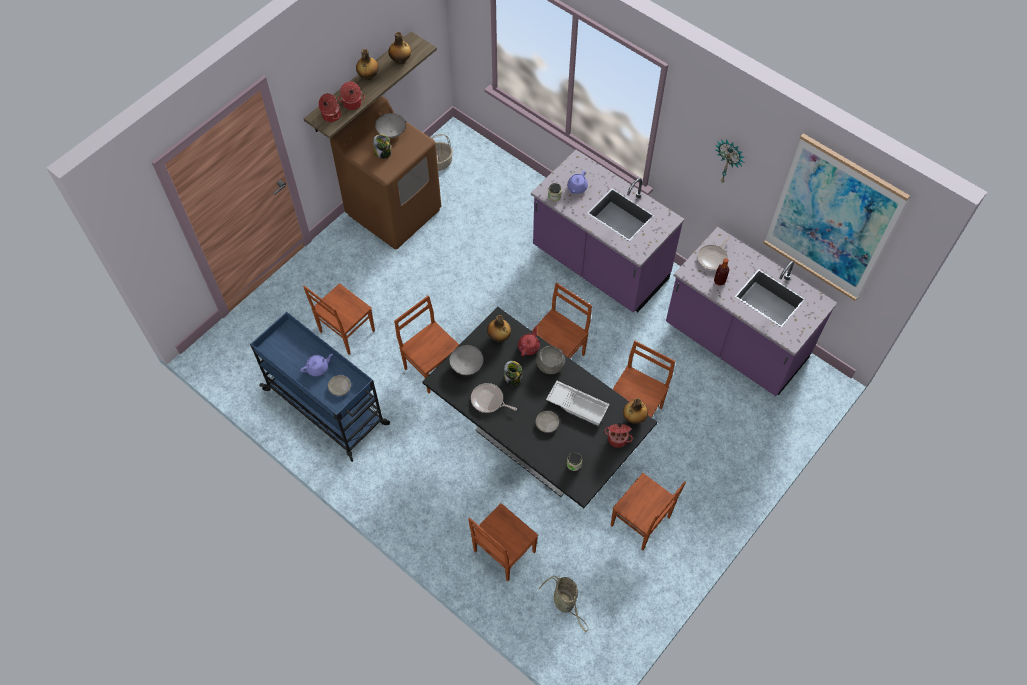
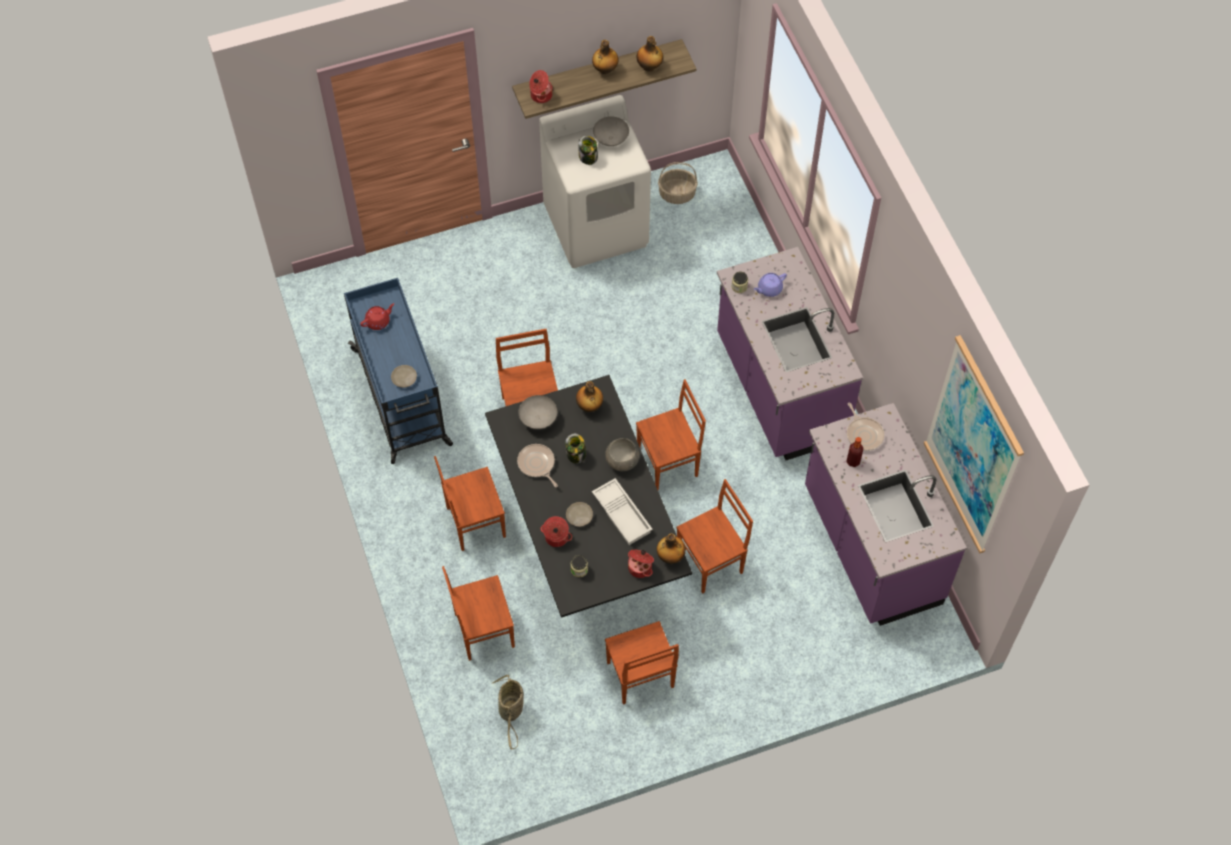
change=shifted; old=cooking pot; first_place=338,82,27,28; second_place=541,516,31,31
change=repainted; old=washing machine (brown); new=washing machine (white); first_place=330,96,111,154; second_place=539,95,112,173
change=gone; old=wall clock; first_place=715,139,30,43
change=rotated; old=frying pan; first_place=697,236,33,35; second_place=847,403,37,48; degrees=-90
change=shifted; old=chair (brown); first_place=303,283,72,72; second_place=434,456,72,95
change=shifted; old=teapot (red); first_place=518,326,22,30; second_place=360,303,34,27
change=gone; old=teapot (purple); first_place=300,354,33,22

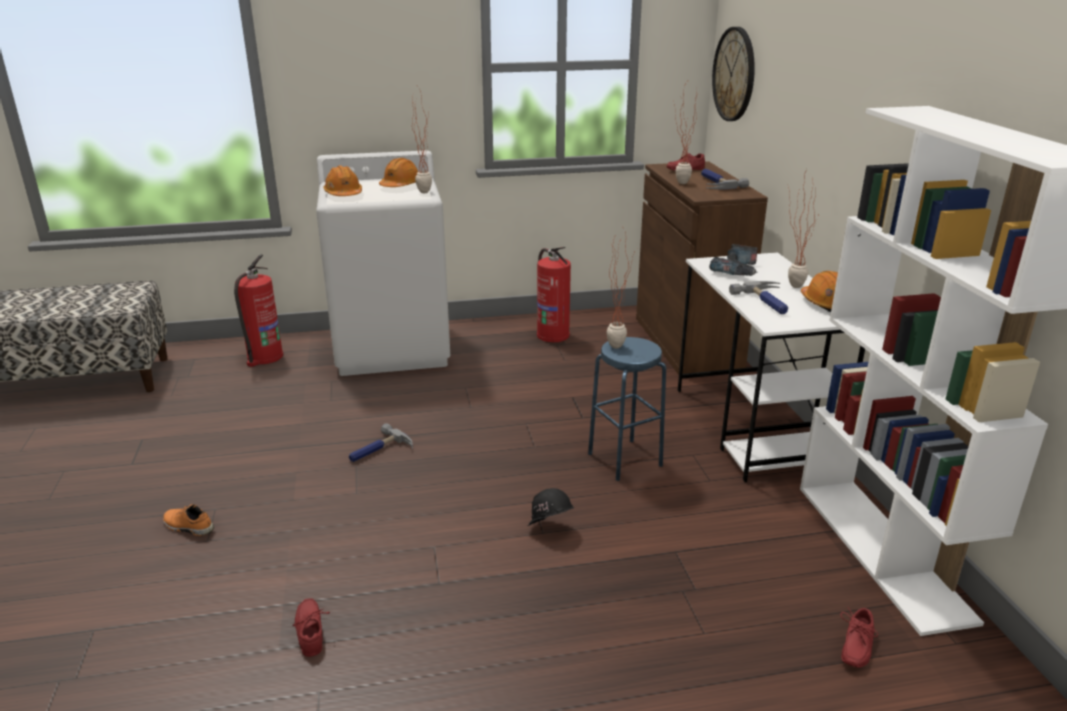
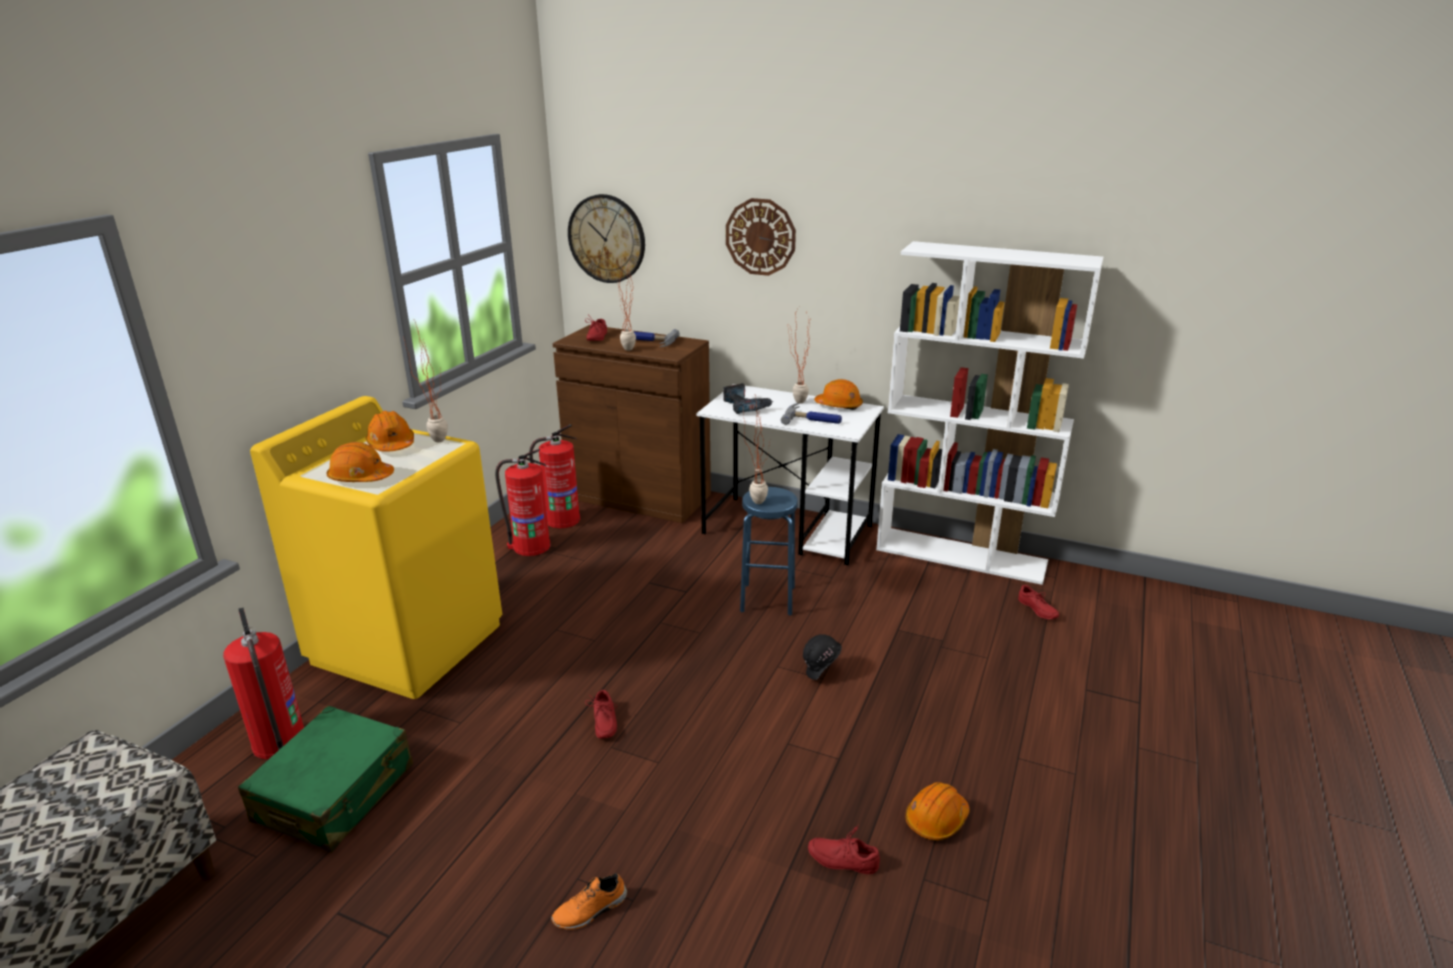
change=repainted; old=washing machine (white); new=washing machine (yellow); first_place=316,150,134,226; second_place=250,396,252,303
change=swapped; old=hammer; new=shoe (red); first_place=349,424,64,38; second_place=585,690,32,49
change=new; new=wall clock; second_place=726,198,70,78
change=new; new=fire extinguisher; second_place=529,424,51,104
change=new; new=suitcase (green); second_place=238,706,175,146
change=new; new=hard hat (orange); second_place=906,782,64,58

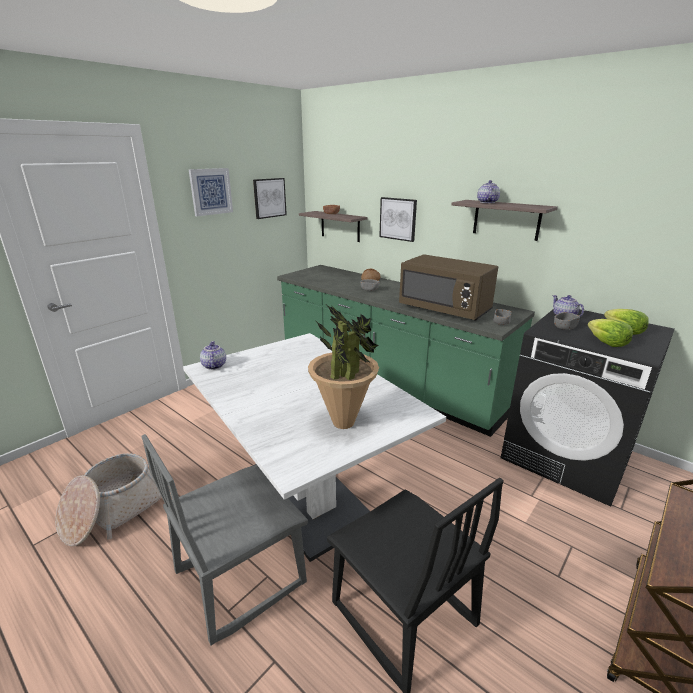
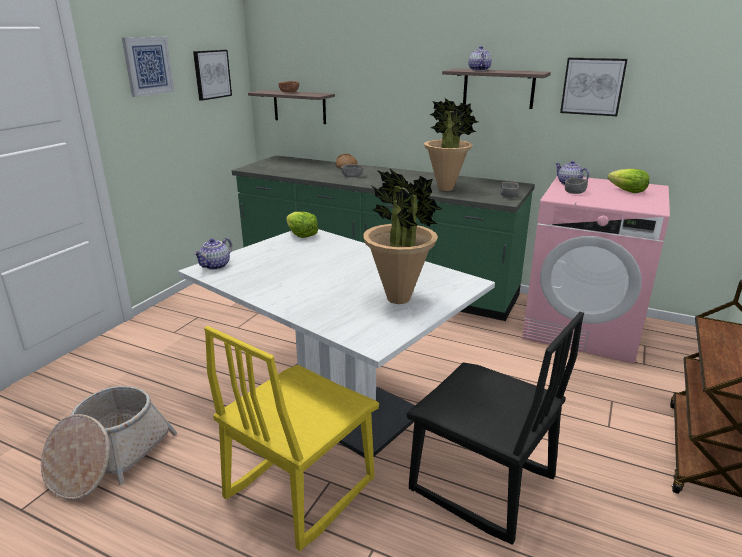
change=shifted; old=picture; first_place=379,197,38,45; second_place=560,58,68,58
change=swapped; old=microwave (brown); new=potted plant; first_place=399,254,99,66; second_place=424,98,54,93
change=repainted; old=washing machine (black); new=washing machine (pink); first_place=501,310,174,196; second_place=522,176,148,188
change=shifted; old=lettuce; first_place=588,319,45,28; second_place=287,212,31,26
change=rotated; old=teapot; first_place=200,341,26,29; second_place=193,238,39,32; degrees=-120
change=repainted; old=chair (grey); new=chair (yellow); first_place=141,434,167,212; second_place=204,326,175,225

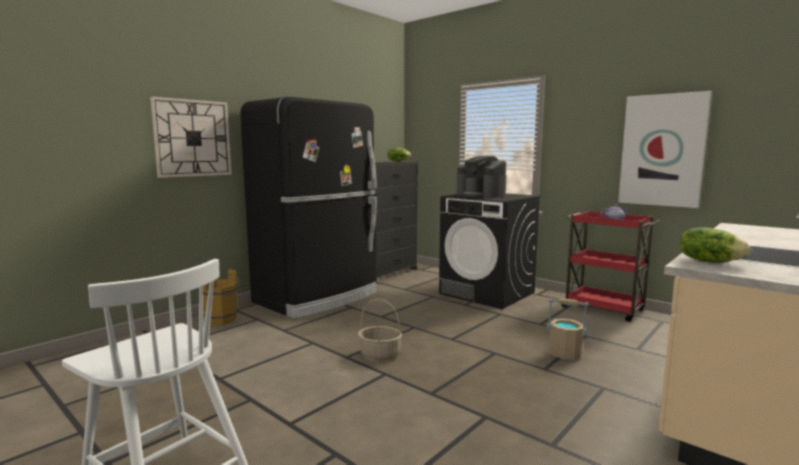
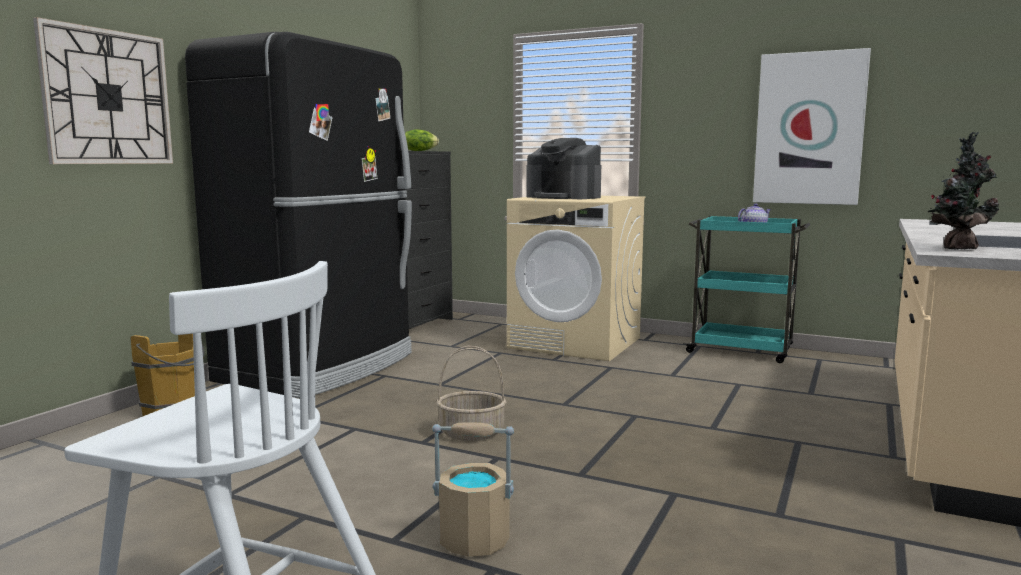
change=repainted; old=washing machine (black); new=washing machine (beige); first_place=439,193,102,116; second_place=507,196,138,165
change=repainted; old=cart (red); new=cart (turquoise); first_place=562,211,98,111; second_place=683,216,127,147
change=swapped; old=lettuce; new=potted plant; first_place=680,227,70,36; second_place=928,132,71,118
change=shifted; old=bucket (beige); first_place=547,298,42,62; second_place=432,422,82,135

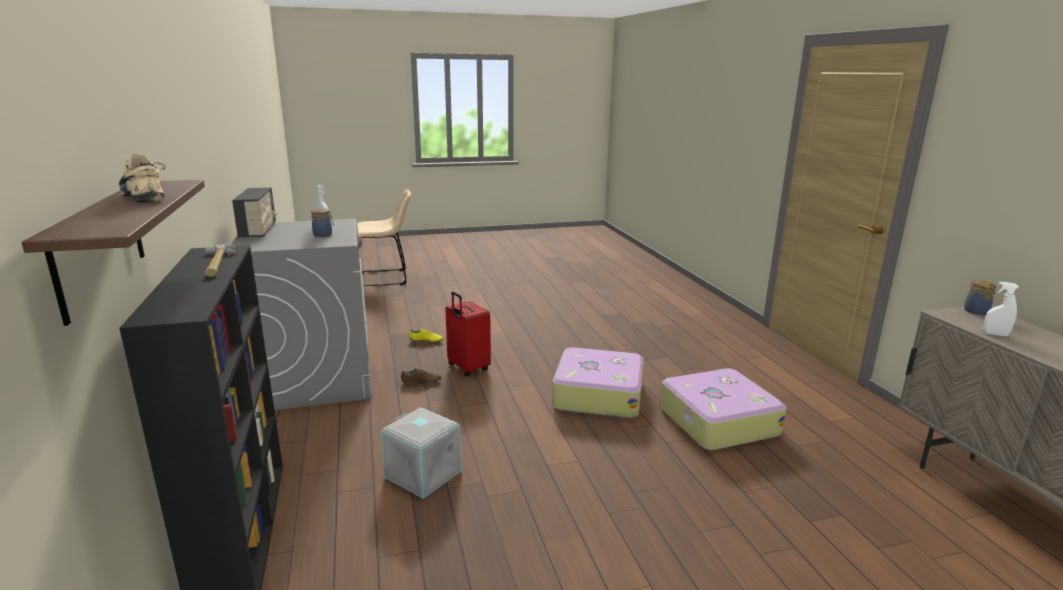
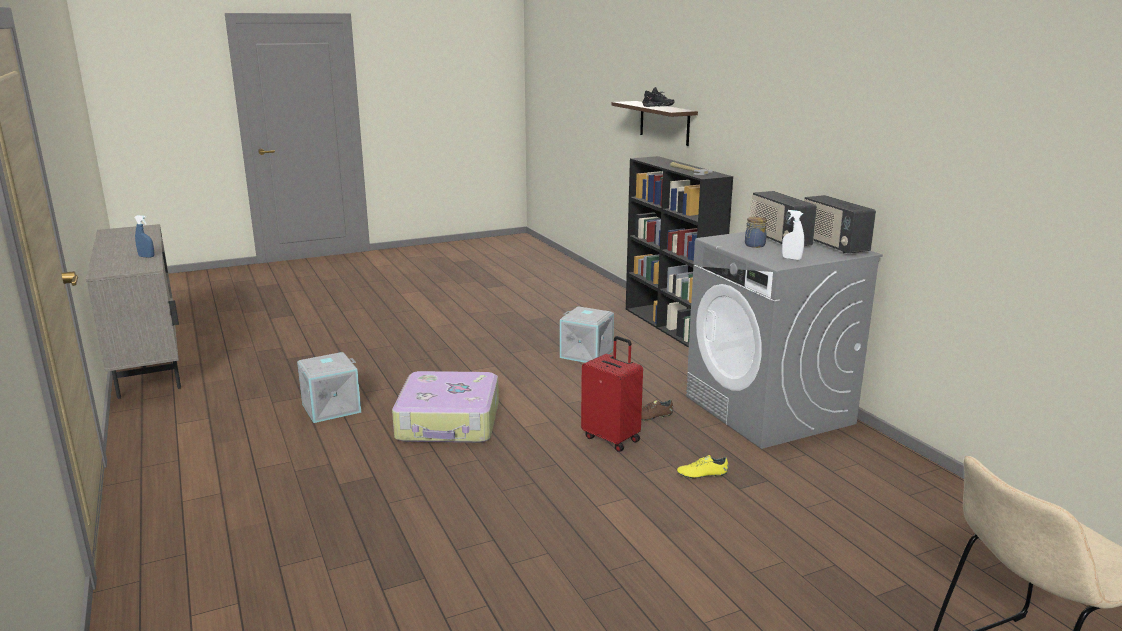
change=repainted; old=shoe (beige); new=shoe (black); first_place=119,154,47,49; second_place=642,87,33,20
change=gone; old=jar; first_place=964,281,32,34
change=repainted; old=spray bottle (white); new=spray bottle (blue); first_place=983,282,36,55; second_place=134,215,20,43
change=swapped; old=suitcase; new=storage box (grey); first_place=660,368,127,82; second_place=297,352,64,71
change=new; new=radio; second_place=750,191,67,55

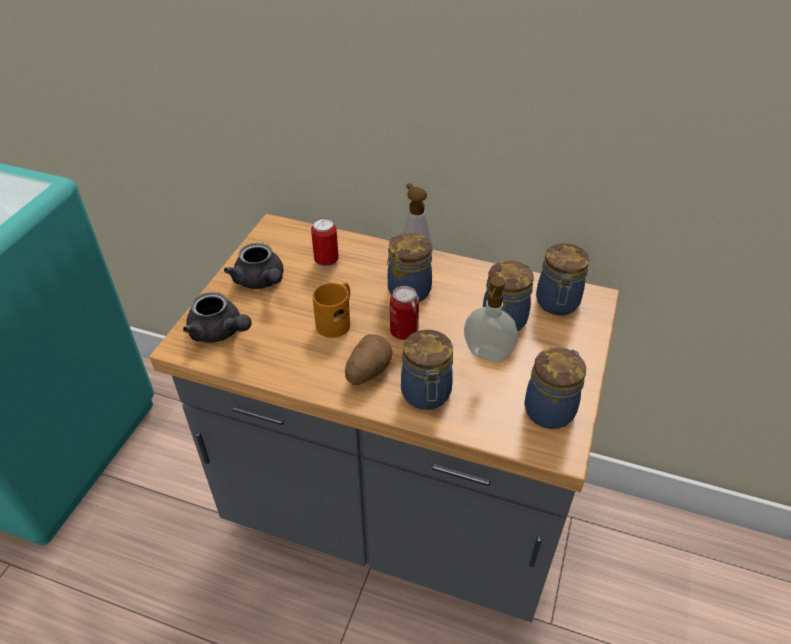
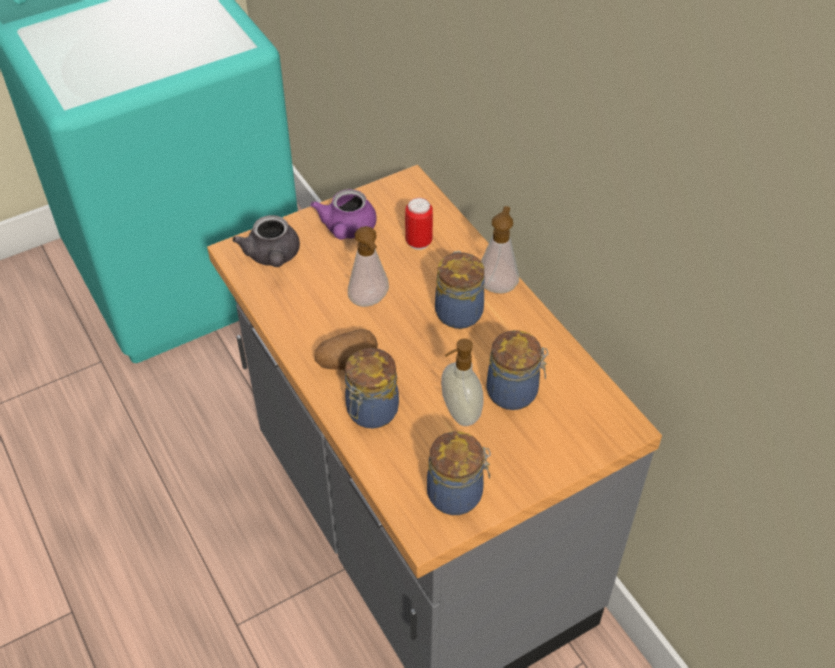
change=repainted; old=teapot (grey); new=teapot (purple); first_place=224,243,59,46; second_place=310,189,67,51
change=gone; old=jar; first_place=536,243,54,72
change=swapped; old=mug (orange); new=soap dispenser; first_place=312,282,38,56; second_place=348,226,41,81
change=gone; old=can; first_place=390,286,29,54

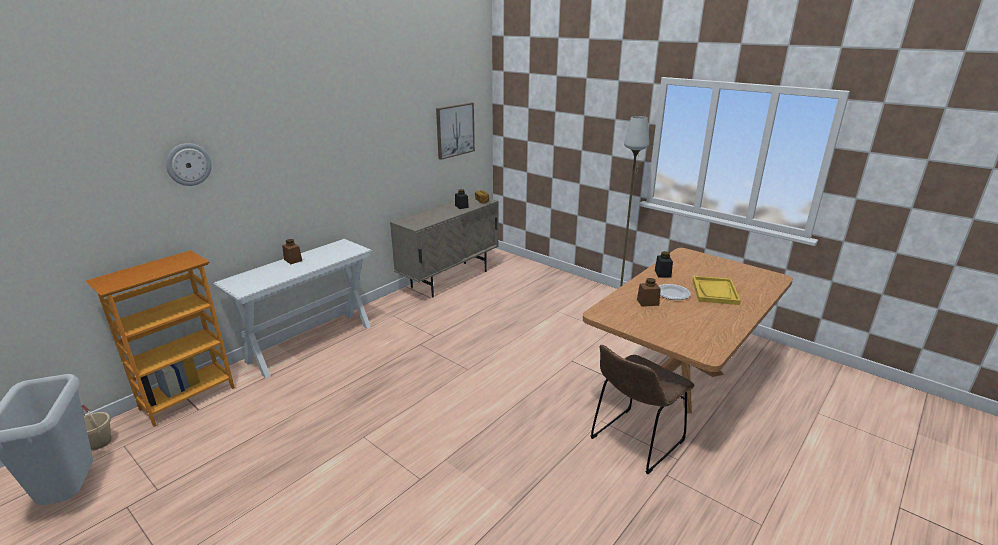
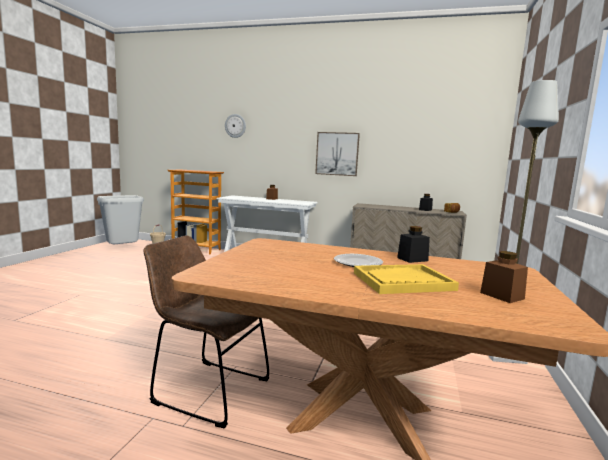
change=shifted; old=picture; first_place=436,103,39,57; second_place=315,132,45,44
change=shifted; old=jar (brown); first_place=637,278,24,29; second_place=480,251,48,52

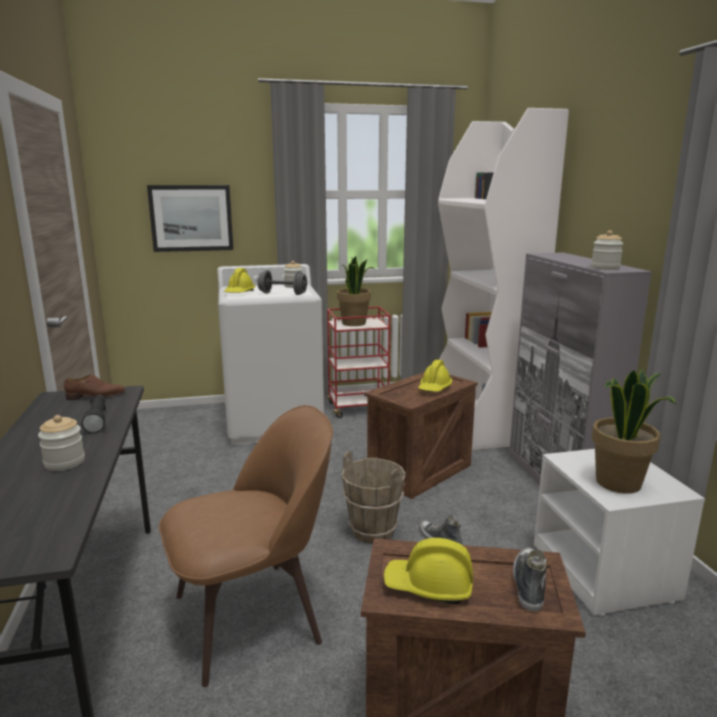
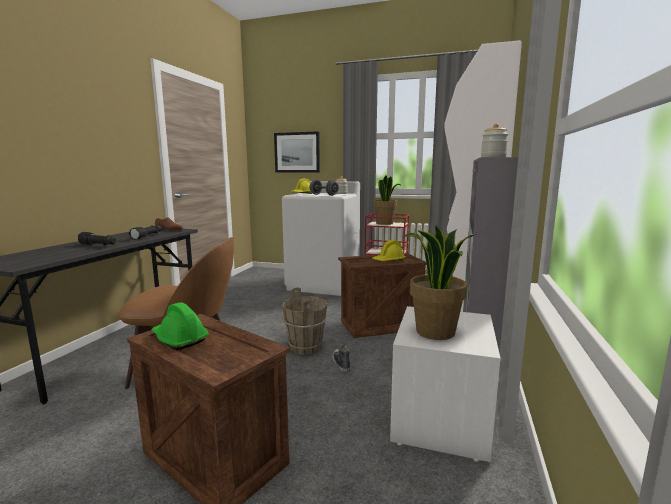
change=swapped; old=jar; new=flashlight (black); first_place=38,415,47,56; second_place=78,232,38,13
change=repainted; old=hard hat (yellow); new=hard hat (green); first_place=384,538,89,66; second_place=151,302,58,48
change=gone; old=shoe; first_place=513,548,34,64

